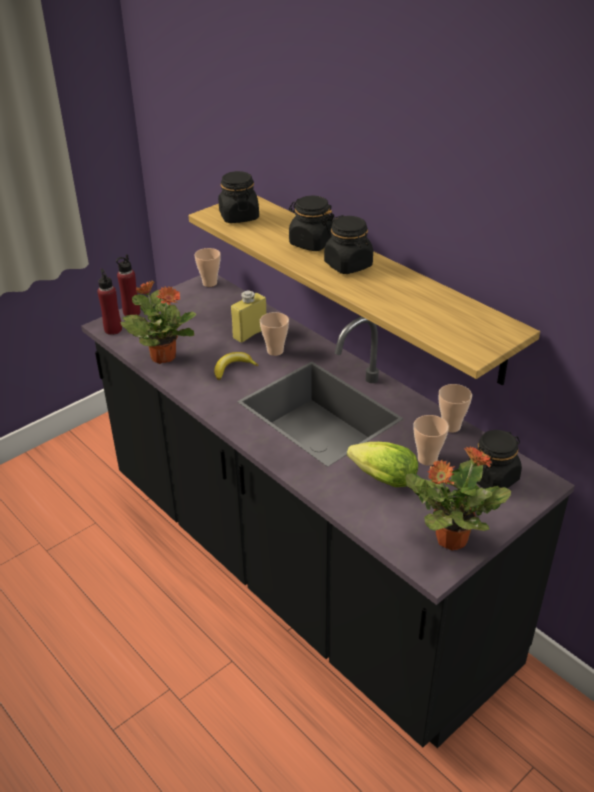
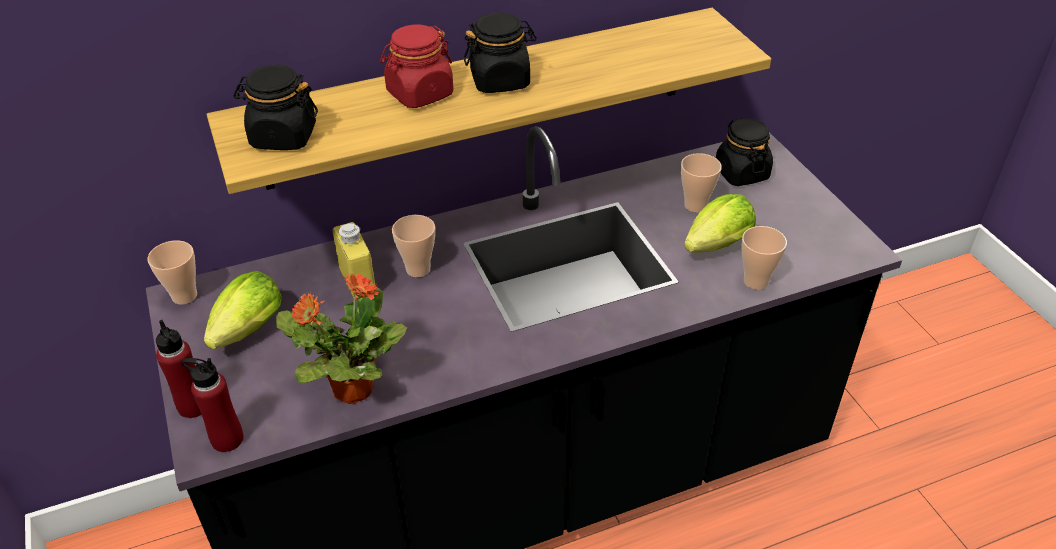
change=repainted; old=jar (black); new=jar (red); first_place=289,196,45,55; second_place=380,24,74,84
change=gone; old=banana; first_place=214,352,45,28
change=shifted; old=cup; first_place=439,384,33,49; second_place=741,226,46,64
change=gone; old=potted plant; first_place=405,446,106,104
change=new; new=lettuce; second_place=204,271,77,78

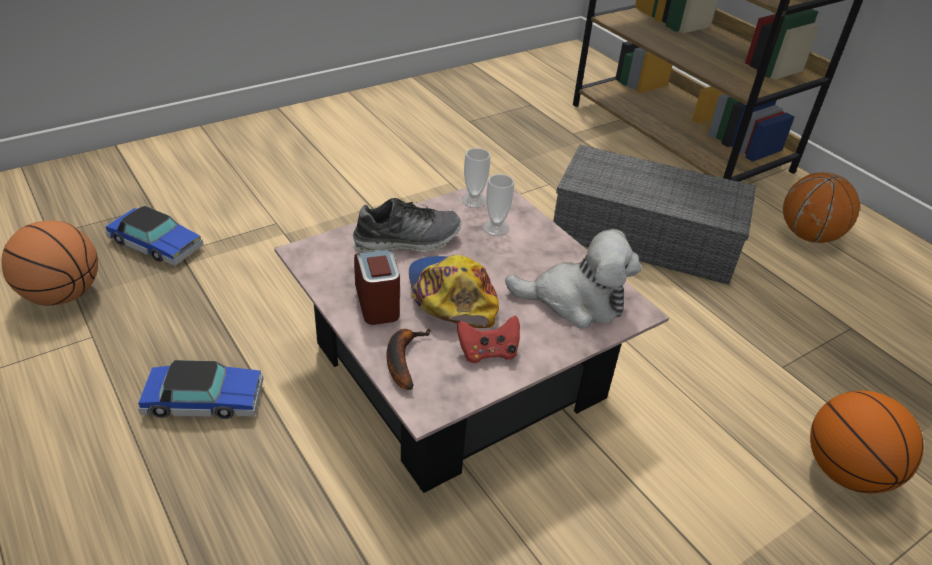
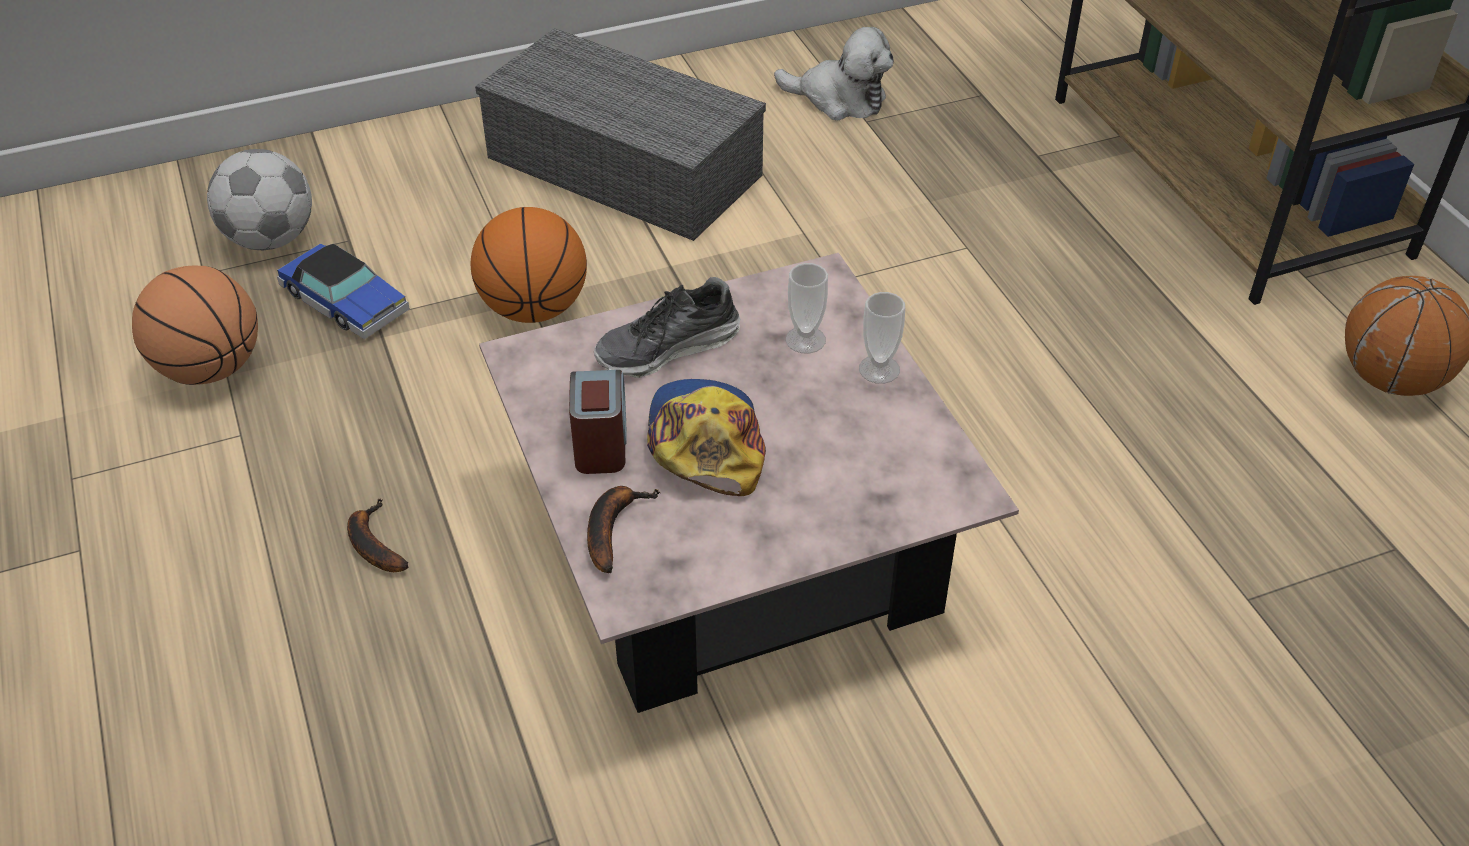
change=shifted; old=storage box (grey); first_place=553,145,203,140; second_place=475,28,291,213
change=shifted; old=cup; first_place=461,148,30,60; second_place=859,292,46,92
change=rotated; old=shoe; first_place=353,198,108,54; second_place=594,277,147,101; degrees=150
change=shifted; old=plush toy; first_place=505,229,137,100; second_place=774,27,120,93
change=gone; old=game controller (red); first_place=457,316,63,47
change=swapped; old=toy car; new=banana; first_place=138,360,125,59; second_place=347,498,62,74
change=shifted; old=basketball; first_place=810,391,114,102; second_place=471,207,116,116
change=new; new=football; second_place=207,149,105,101

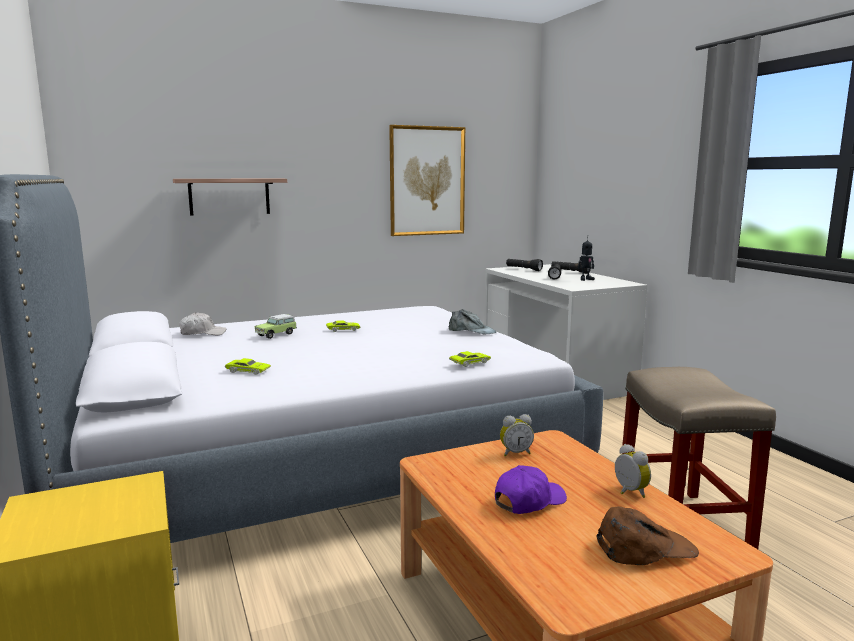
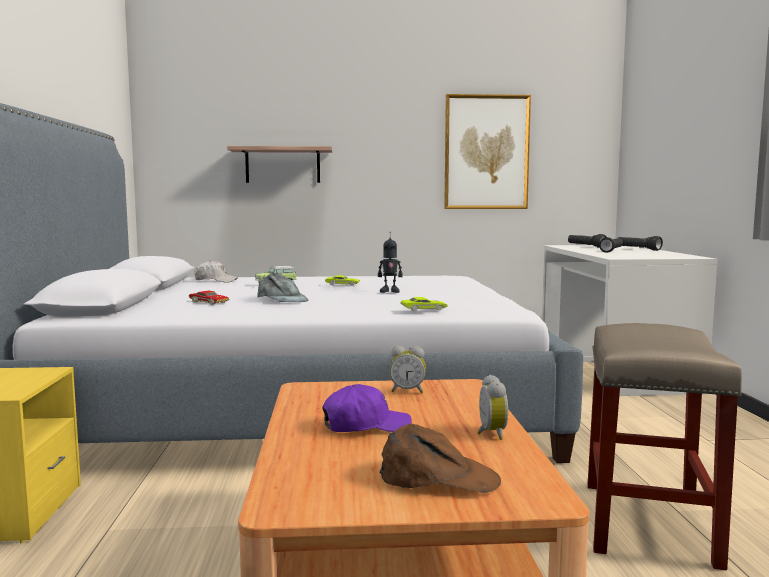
change=shifted; old=toy robot; first_place=578,239,17,42; second_place=378,238,25,55
change=shifted; old=cap (grey); first_place=448,309,48,26; second_place=257,273,52,29
change=repainted; old=toy car (green); new=toy car (red); first_place=225,358,46,17; second_place=189,291,40,14

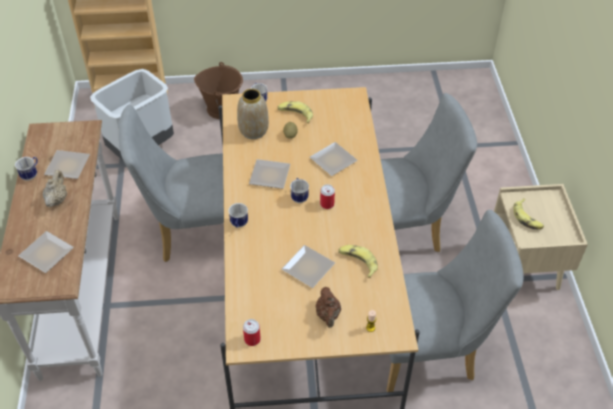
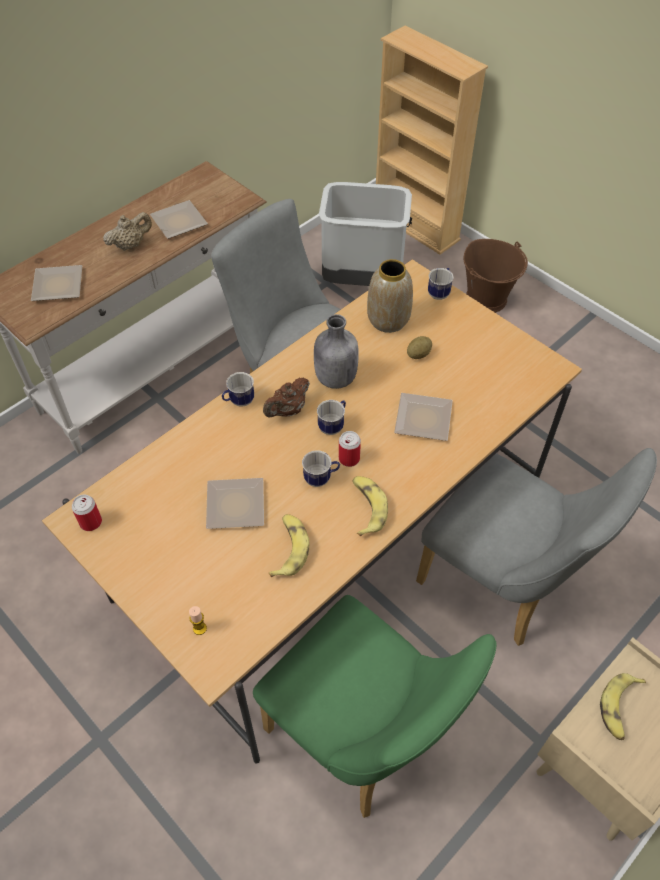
change=shifted; old=banana; first_place=277,101,36,22; second_place=352,476,36,60
change=shifted; old=mug; first_place=15,157,23,24; second_place=302,450,38,37
change=swapped; old=plate; new=bottle (grey); first_place=249,159,41,30; second_place=314,314,45,75
change=repainted; old=chair (grey); new=chair (green); first_place=386,210,138,182; second_place=253,595,244,223
change=shifted; old=teapot (brown); first_place=316,287,25,41; second_place=263,378,47,40

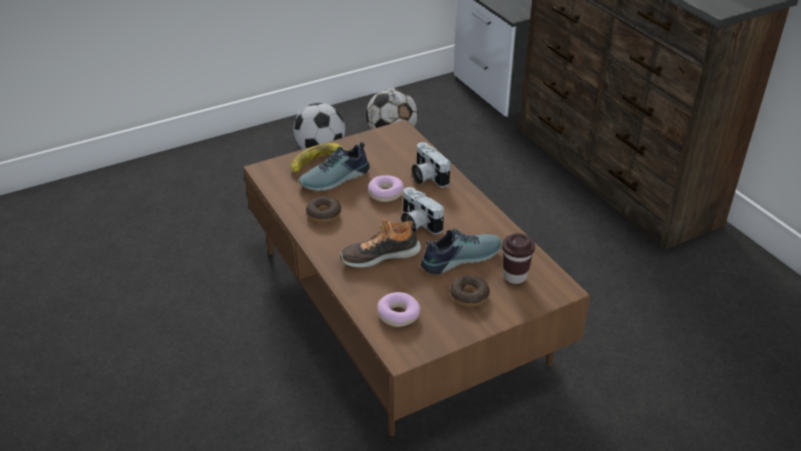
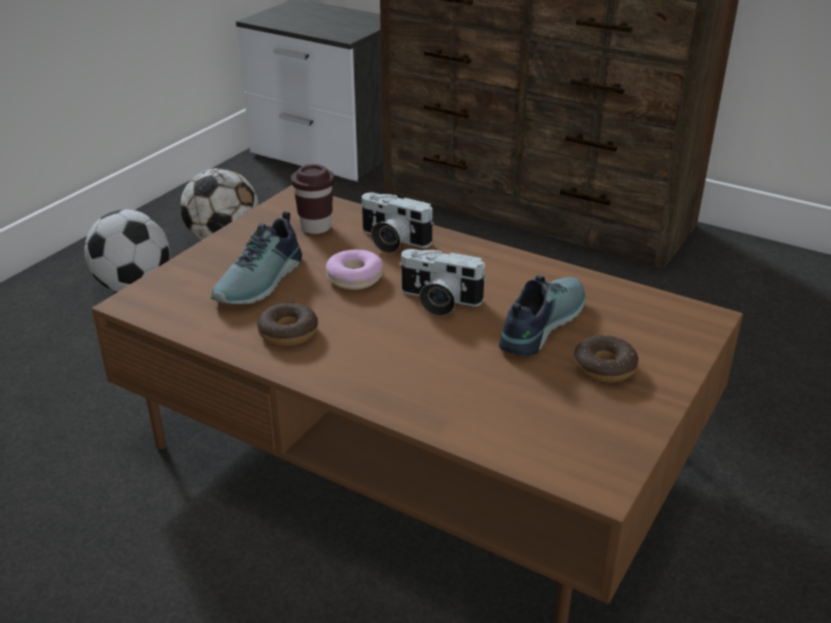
change=gone; old=banana; first_place=291,143,56,30
change=gone; old=shoe; first_place=340,219,81,49
change=shifted; old=cup (brown); first_place=502,233,33,51; second_place=291,164,43,70
change=gone; old=donut; first_place=377,292,43,35

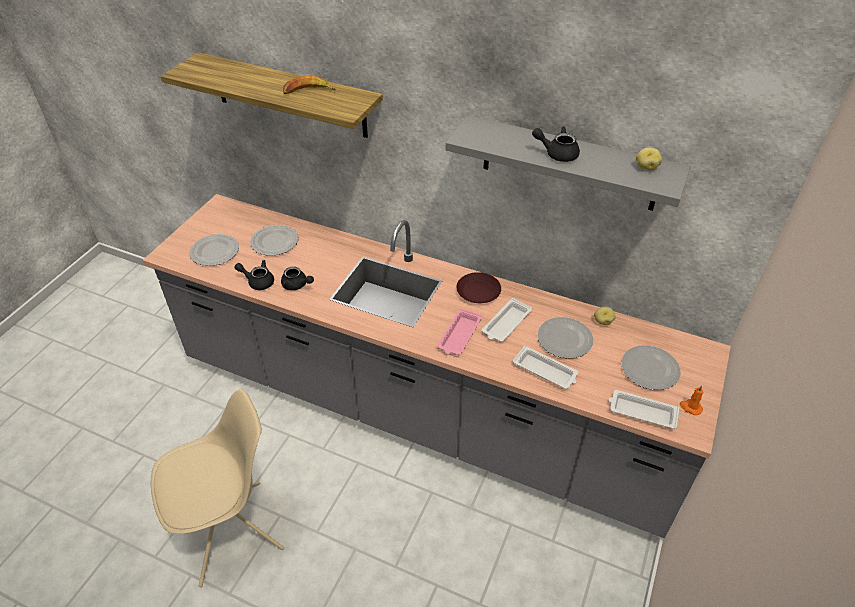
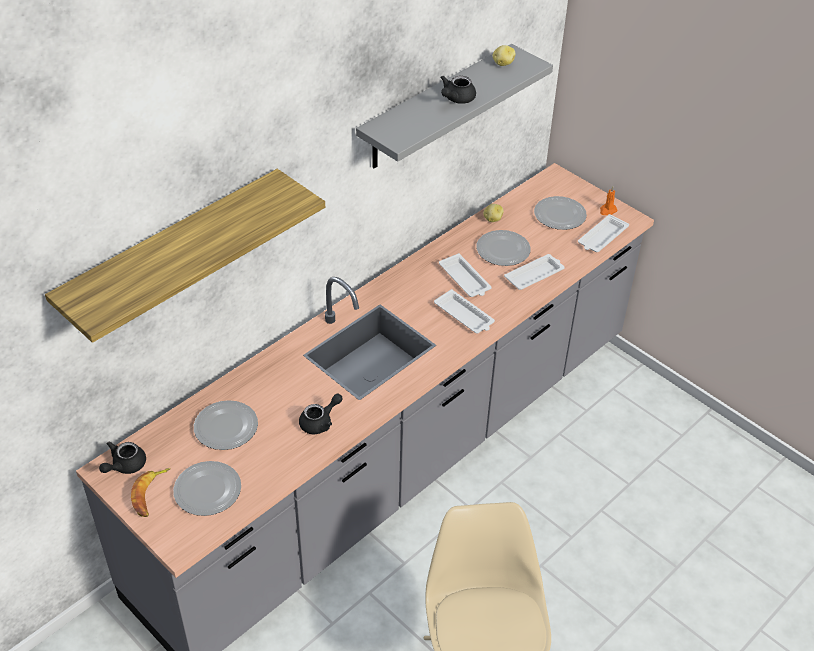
change=shifted; old=banana; first_place=283,76,53,18; second_place=131,468,40,49
change=shifted; old=teapot (black); first_place=234,260,40,30; second_place=99,442,47,32
change=gone; old=plate (brown); first_place=457,272,44,31
change=repainted; old=tray (pink); new=tray (white); first_place=437,308,45,47; second_place=434,289,61,44

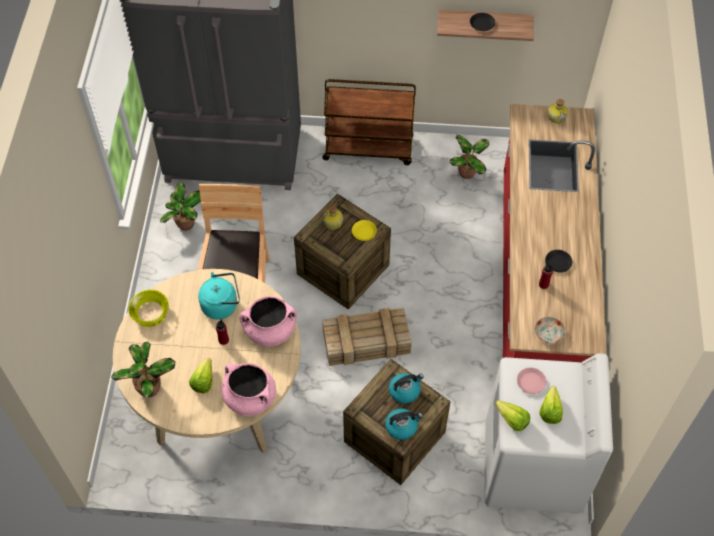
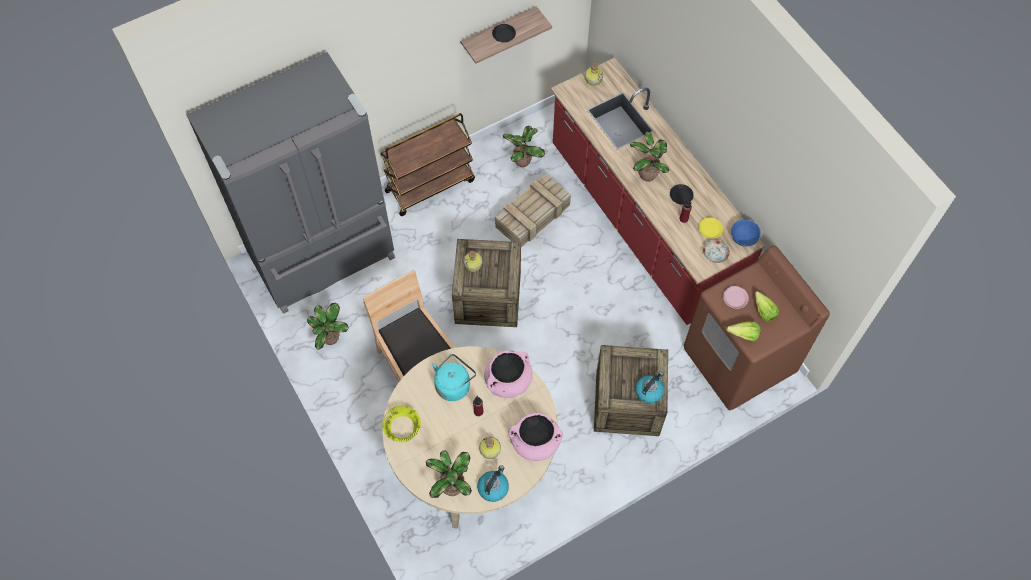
change=shifted; old=plate (yellow); first_place=352,220,25,21; second_place=699,218,24,21
change=shifted; old=crate; first_place=322,308,90,58; second_place=495,174,76,73
change=repainted; old=washing machine (white); new=washing machine (brown); first_place=484,353,129,160; second_place=684,246,146,164
change=swapped; old=lettuce; new=bottle; first_place=189,358,24,35; second_place=479,437,22,22
change=shifted; old=kettle; first_place=389,373,35,31; second_place=477,465,32,37
change=new; new=potted plant; second_place=630,132,39,50
change=new; new=bowl (blue); second_place=731,220,30,26

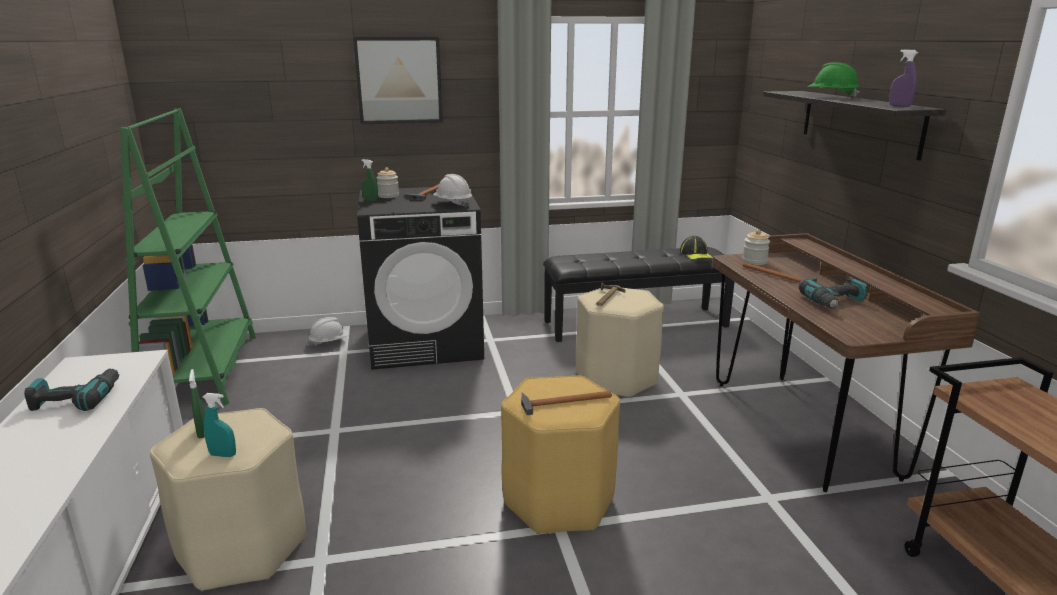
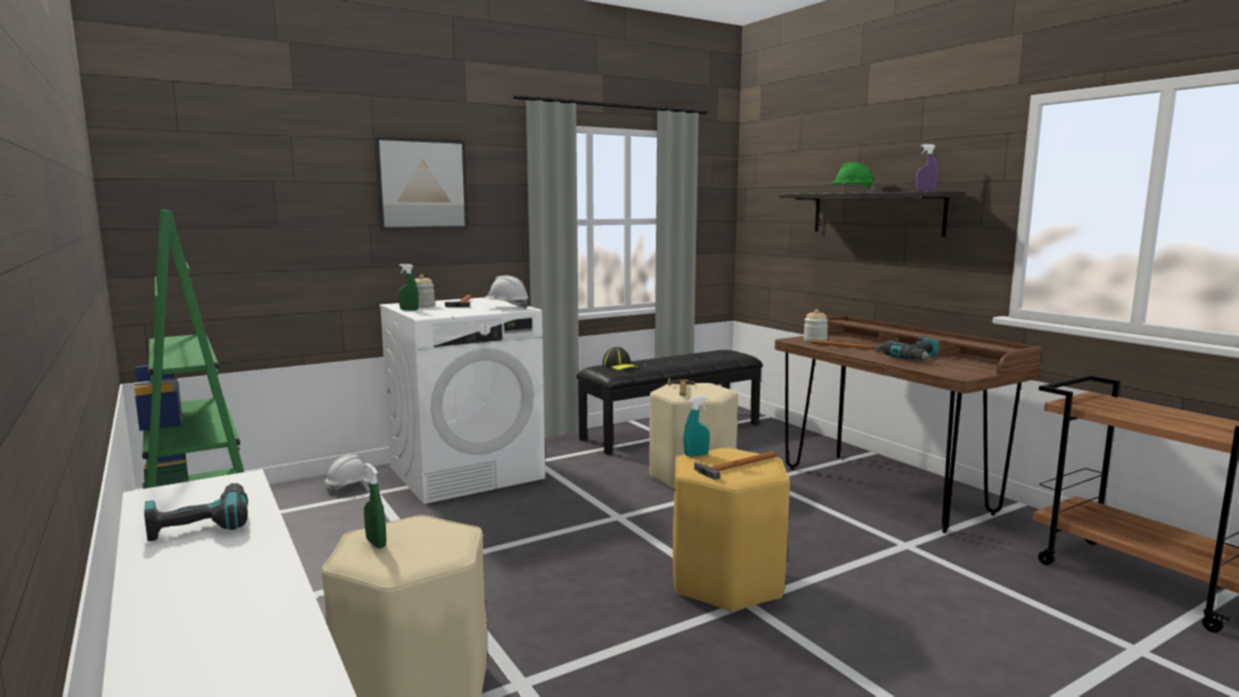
change=repainted; old=washing machine (black); new=washing machine (white); first_place=357,187,127,183; second_place=379,297,166,207
change=shifted; old=cap; first_place=680,236,33,23; second_place=602,347,37,23
change=shifted; old=spray bottle (turquoise); first_place=203,393,33,64; second_place=684,397,26,59

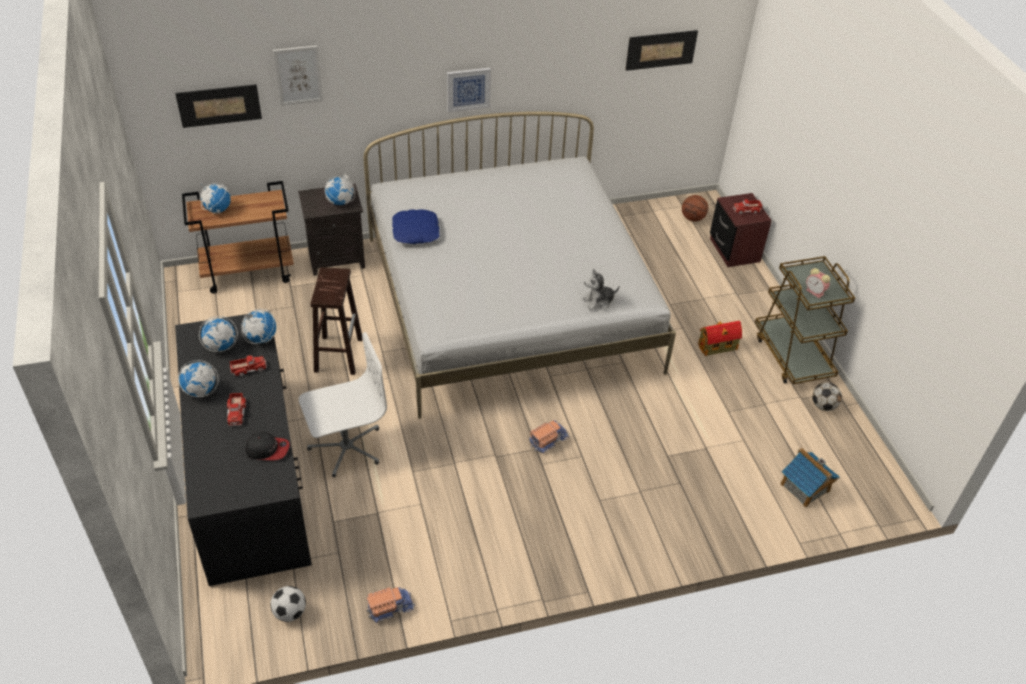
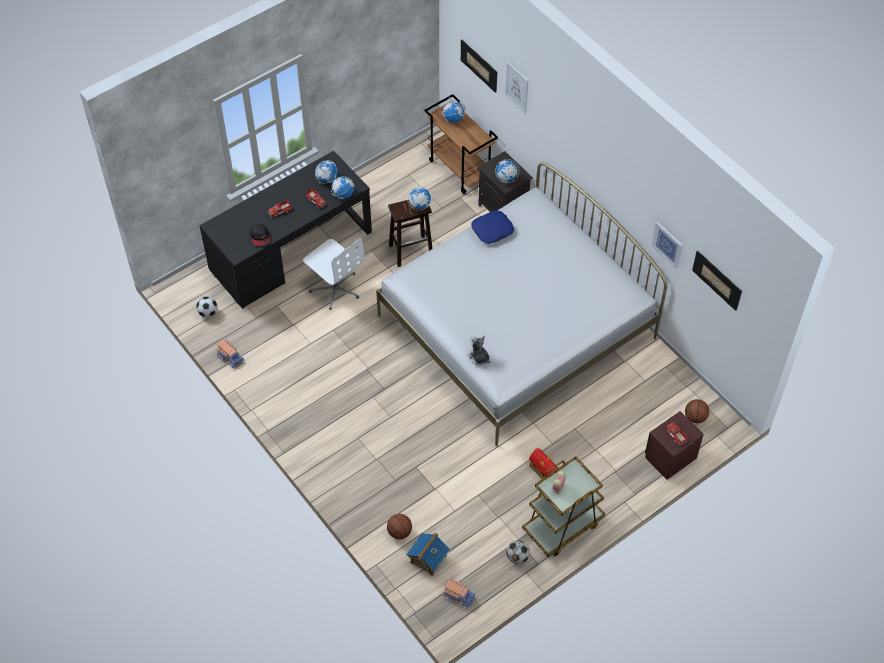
change=shifted; old=picture; first_place=447,68,44,44; second_place=652,222,31,46
change=shifted; old=globe; first_place=178,360,40,37; second_place=407,186,25,24
change=shifted; old=toy truck; first_place=529,420,40,34; second_place=444,579,32,30
change=new; new=basketball; second_place=387,514,25,25

